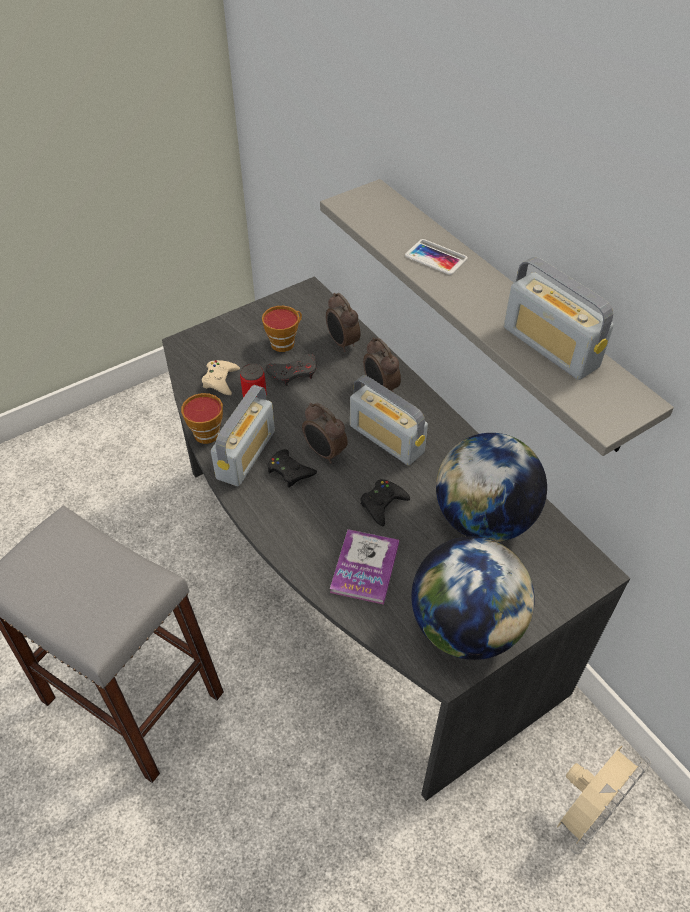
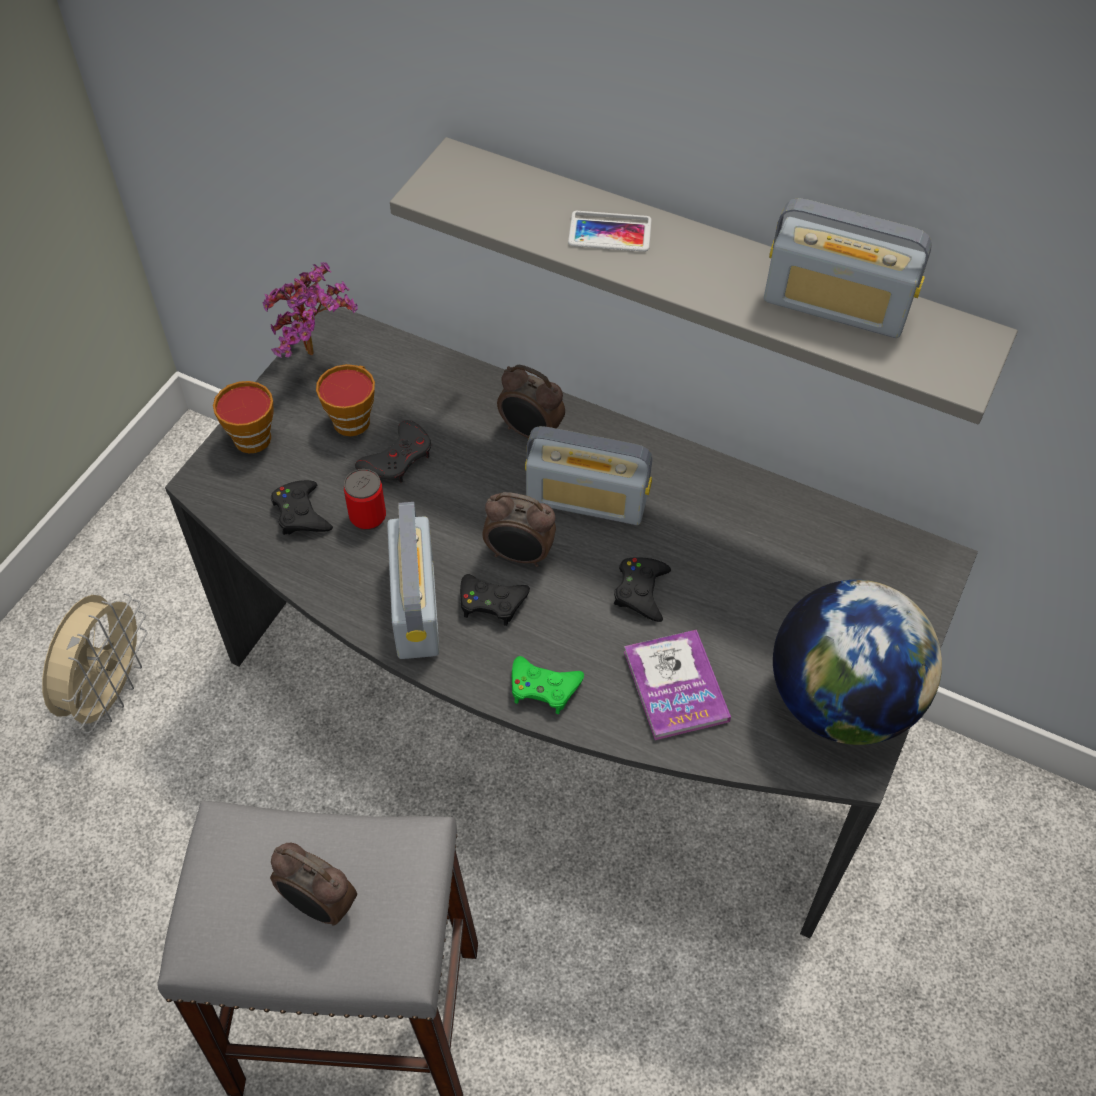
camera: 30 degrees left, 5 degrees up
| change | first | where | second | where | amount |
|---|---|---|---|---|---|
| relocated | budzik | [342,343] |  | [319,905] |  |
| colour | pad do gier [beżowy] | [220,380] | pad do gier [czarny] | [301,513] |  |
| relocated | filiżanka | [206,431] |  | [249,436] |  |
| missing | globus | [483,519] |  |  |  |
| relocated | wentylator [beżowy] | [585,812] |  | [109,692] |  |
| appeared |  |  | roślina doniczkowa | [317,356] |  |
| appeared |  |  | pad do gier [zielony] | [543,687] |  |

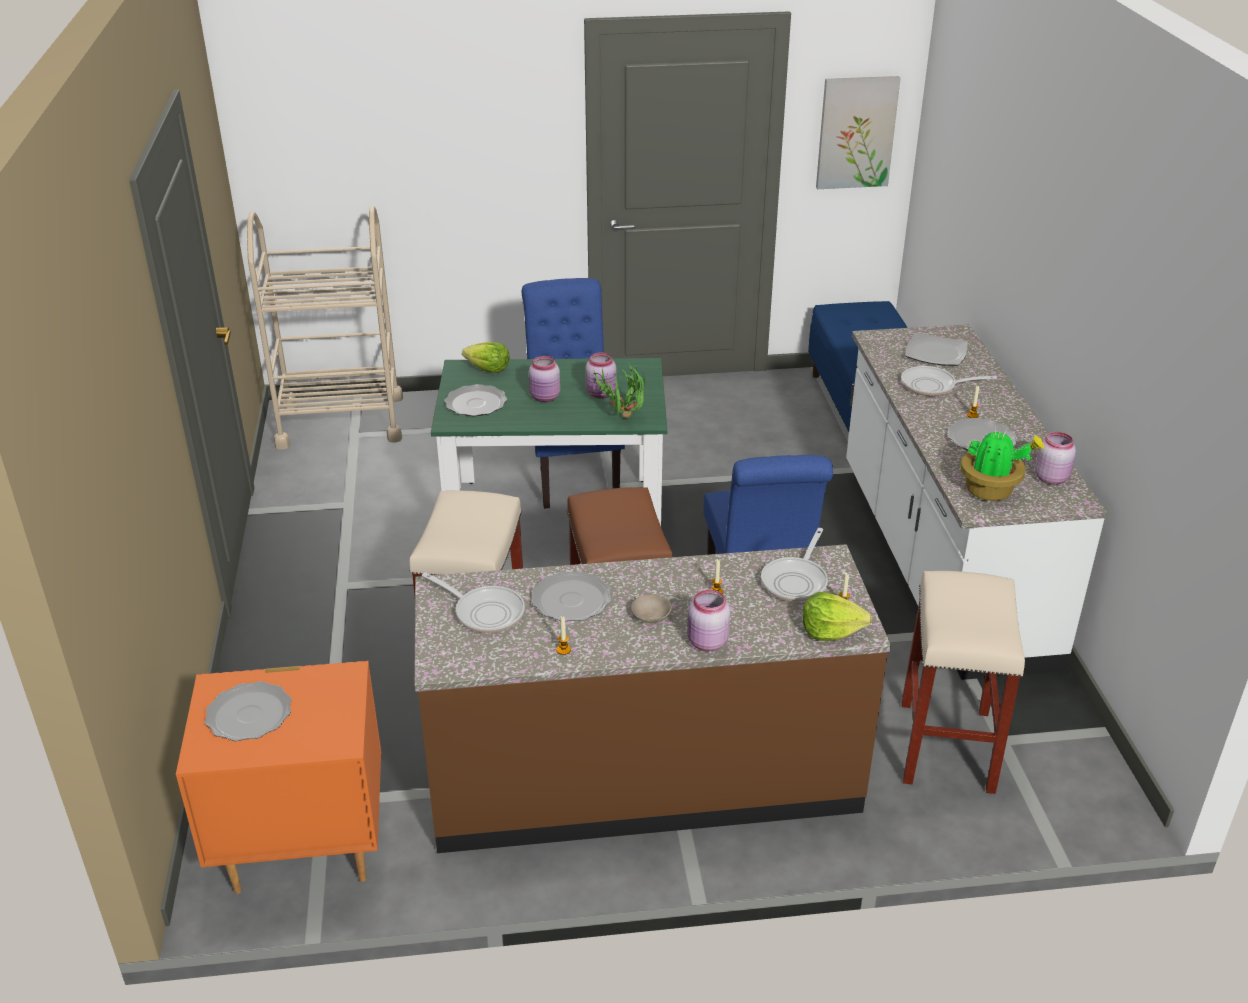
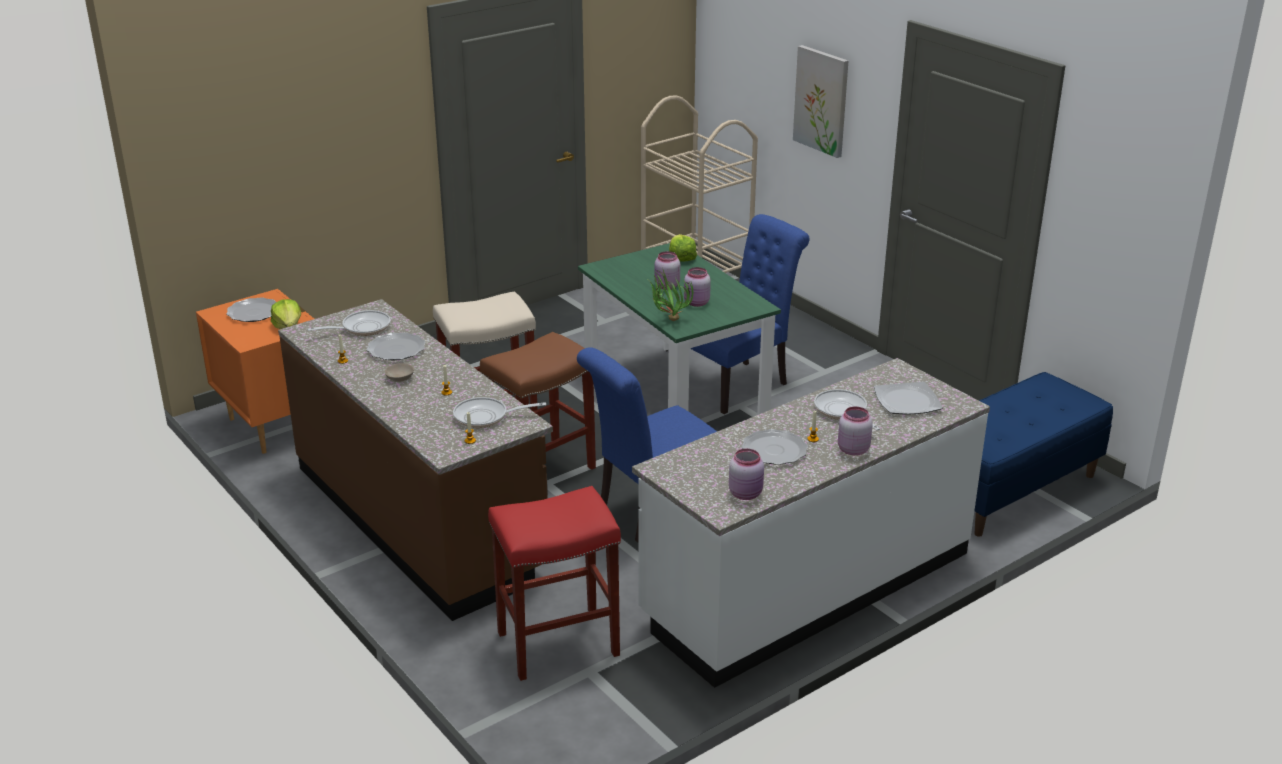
camera: 60 degrees right, 5 degrees down
| change | first | where | second | where | amount |
|---|---|---|---|---|---|
| relocated | obraz | [856,132] |  | [821,101] |  |
| missing | talerz | [476,403] |  |  |  |
| missing | roślina doniczkowa | [991,491] |  |  |  |
| colour | stołek [beżowy] | [947,748] | stołek [czerwony] | [556,645] |  |
| spun | patelnia | [485,612] |  | [362,328] | 120 degrees counterclockwise |
| relocated | słoik [różowy] | [706,643] |  | [852,450] |  |
| relocated | sałata | [830,630] |  | [288,326] |  |

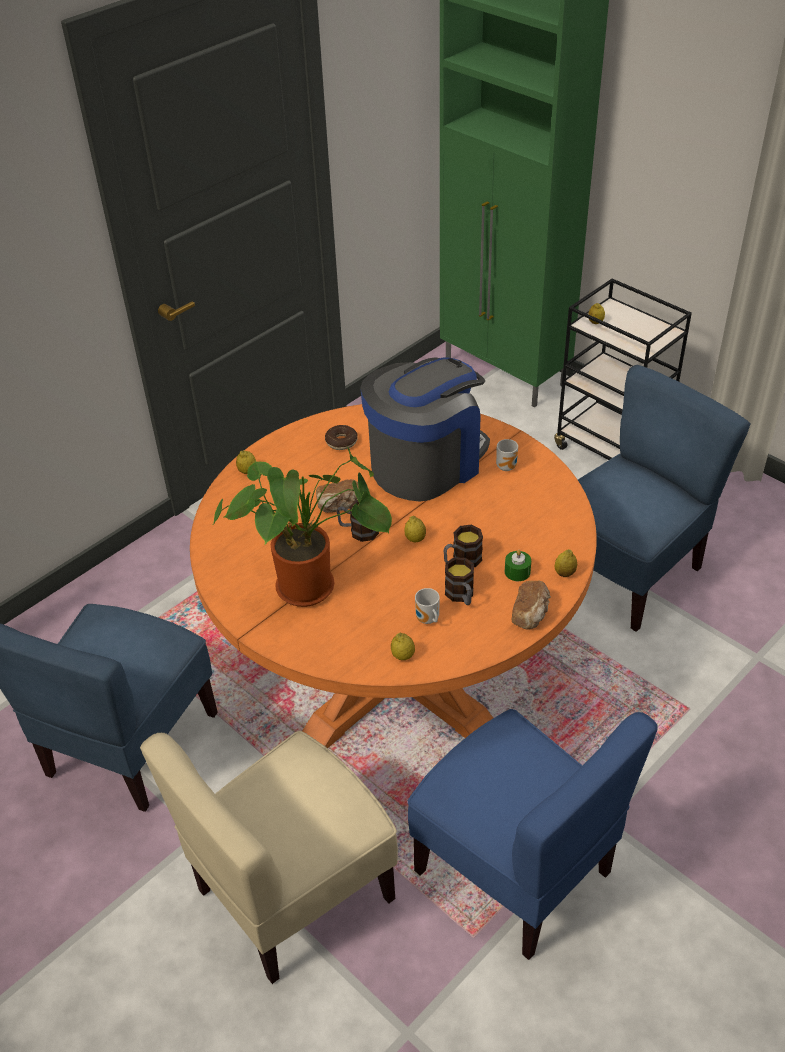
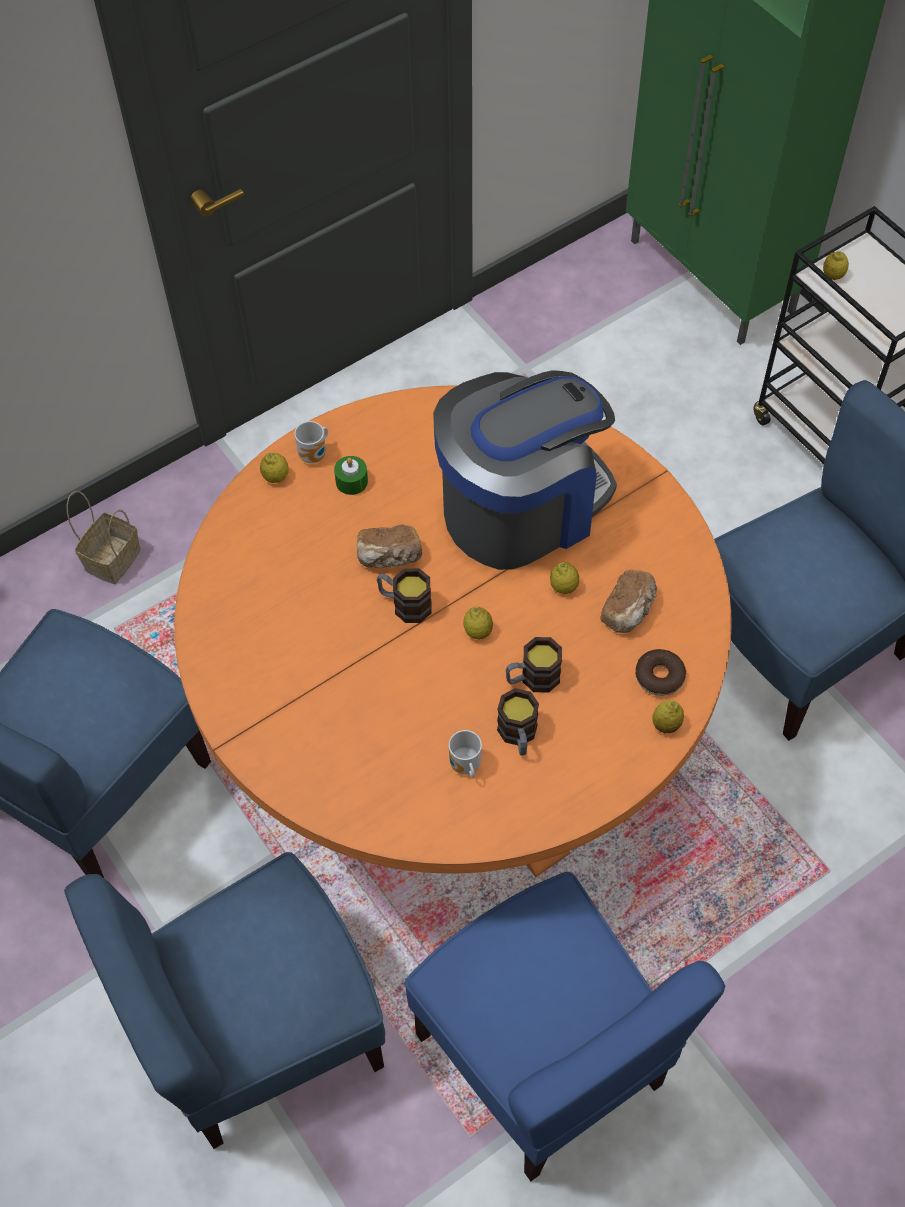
camera: 10 degrees right, 15 degrees up
| change | first | where | second | where | amount |
|---|---|---|---|---|---|
| relocated | donut | [341,442] |  | [659,676] |  |
| relocated | kubek | [508,467] |  | [315,455] |  |
| missing | roślina doniczkowa | [312,585] |  |  |  |
| relocated | świeca [zielony] | [517,572] |  | [351,481] |  |
| relocated | chleb | [531,613] |  | [629,610] |  |
| relocated | cytryna | [403,656] |  | [563,587] |  |
| colour | krzesło [beżowy] | [293,892] | krzesło [niebieski] | [261,1033] |  |
| appeared |  |  | koszyk | [113,557] |  |

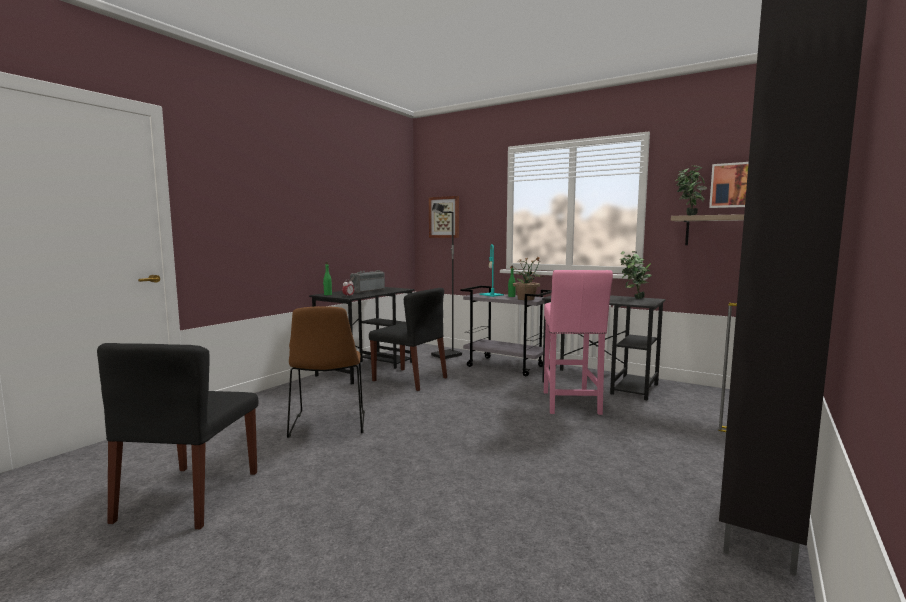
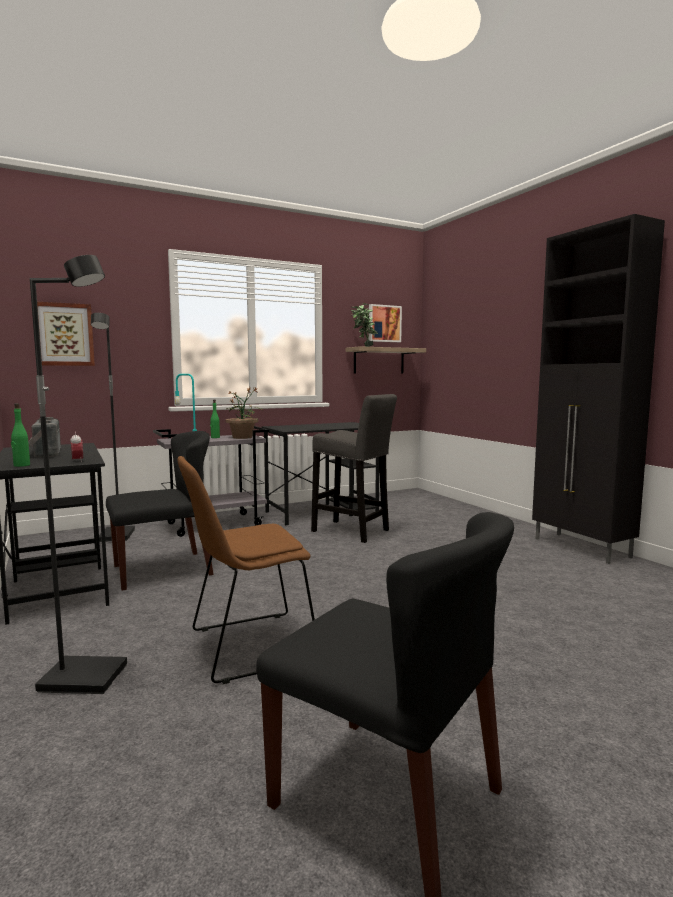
camera: 60 degrees left, 0 degrees up
| change | first | where | second | where | amount |
|---|---|---|---|---|---|
| missing | roślina doniczkowa | [633,298] |  |  |  |
| colour | stołek [różowy] | [570,404] | stołek [szary] | [353,532] |  |
| spun | krzesło [brązowy] | [328,425] |  | [247,647] | 135 degrees clockwise |
| appeared |  |  | lampa stojąca [czarny] | [85,677] |  |

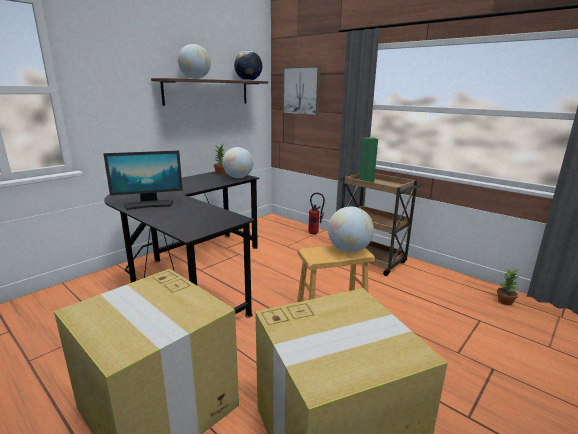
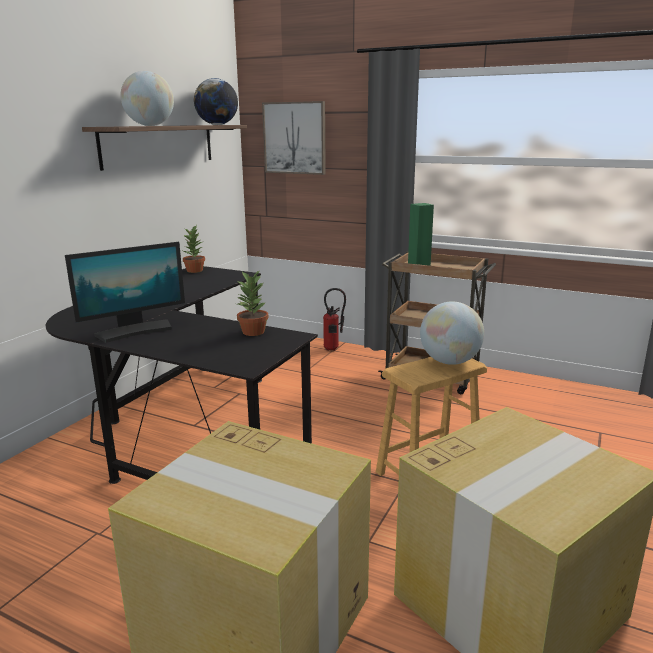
camera: 15 degrees left, 0 degrees up
| change | first | where | second | where | amount |
|---|---|---|---|---|---|
| missing | globus | [238,177] |  |  |  |
| relocated | roślina doniczkowa | [505,301] |  | [253,332] |  |

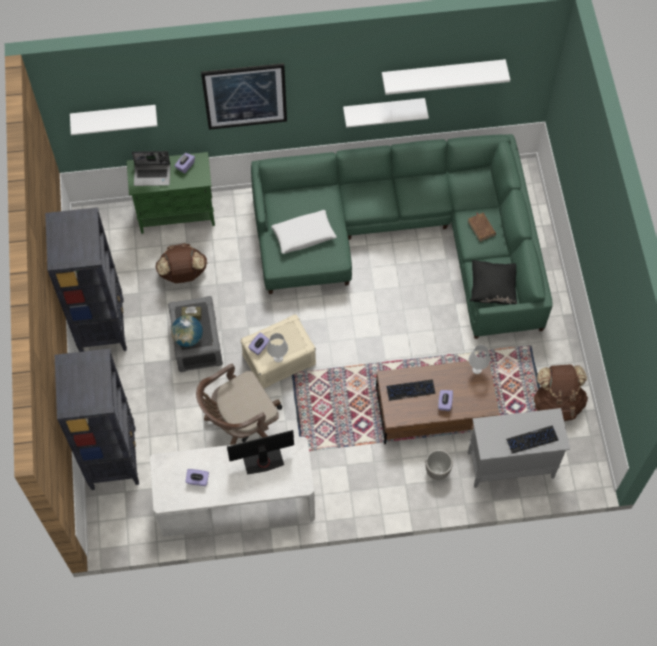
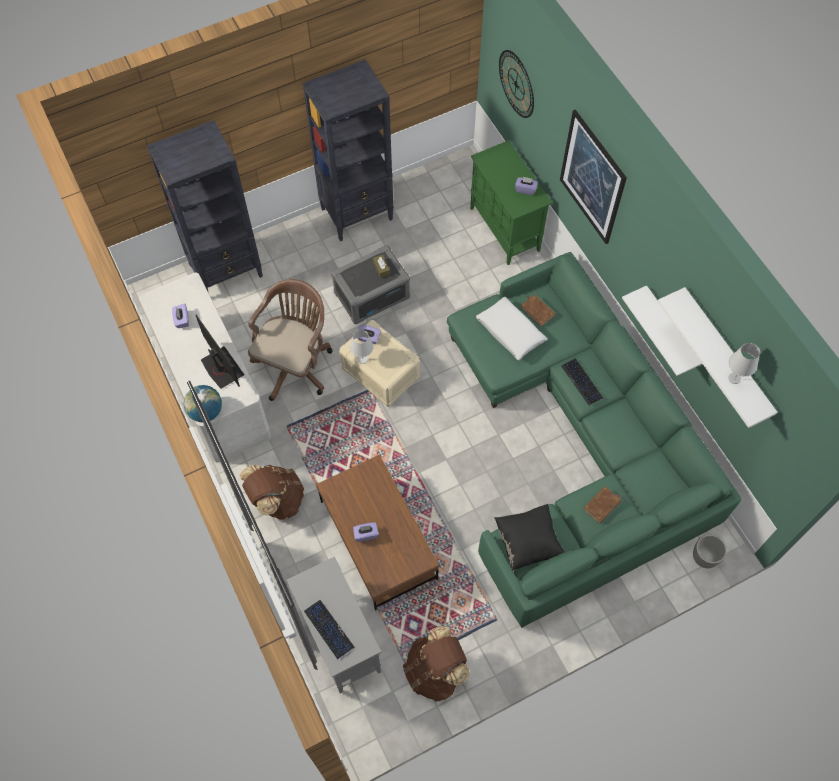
camera: 70 degrees right, 0 degrees up
| change | first | where | second | where | amount |
|---|---|---|---|---|---|
| exchanged | półka [biały] | [114,116] | zegar ścienny | [516,84] |  |
| missing | laptop | [152,175] |  |  |  |
| relocated | plecak [brązowy] | [183,274] |  | [276,499] |  |
| relocated | globus | [188,338] |  | [206,411] |  |
| relocated | lampa stołowa [biały] | [477,369] |  | [734,378] |  |
| spun | krzesło biurowe [brązowy] | [241,426] |  | [295,363] | 75 degrees clockwise |
| relocated | klawiatura | [410,390] |  | [582,382] |  |
| relocated | donica | [437,471] |  | [704,557] |  |
| appeared |  |  | książka [brązowy] | [537,311] |  |

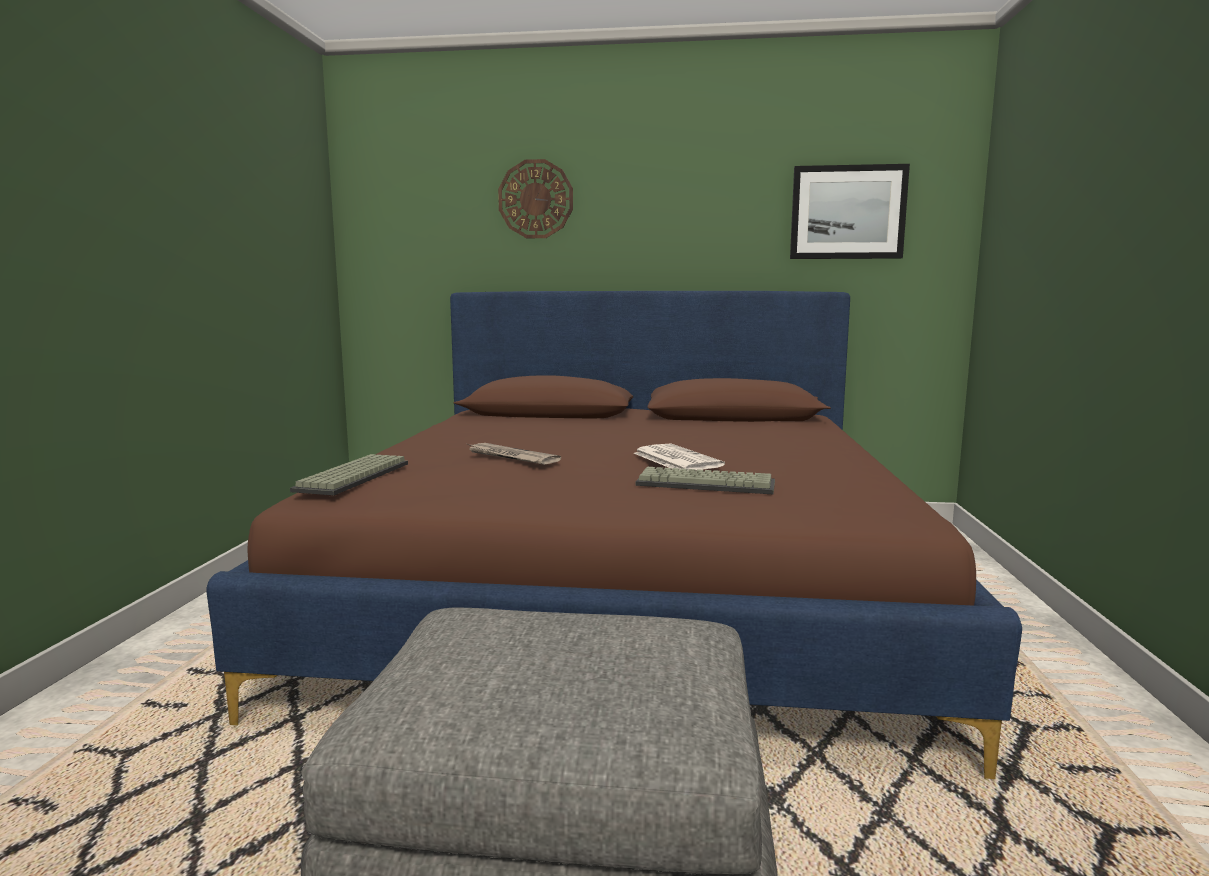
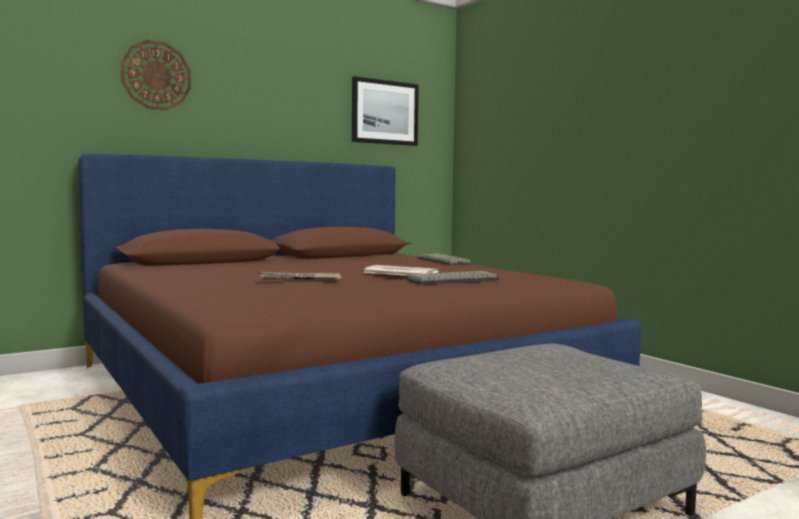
camera: 40 degrees left, 5 degrees down
| change | first | where | second | where | amount |
|---|---|---|---|---|---|
| relocated | klawiatura | [354,477] |  | [445,261] |  |

